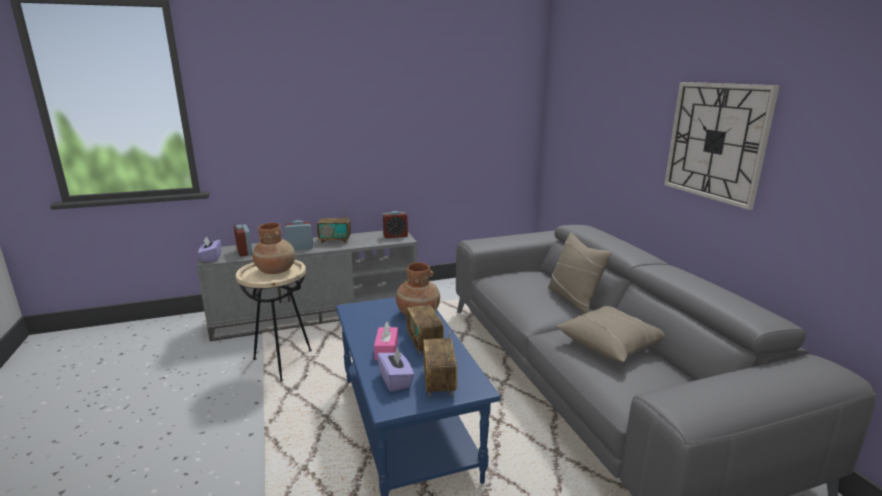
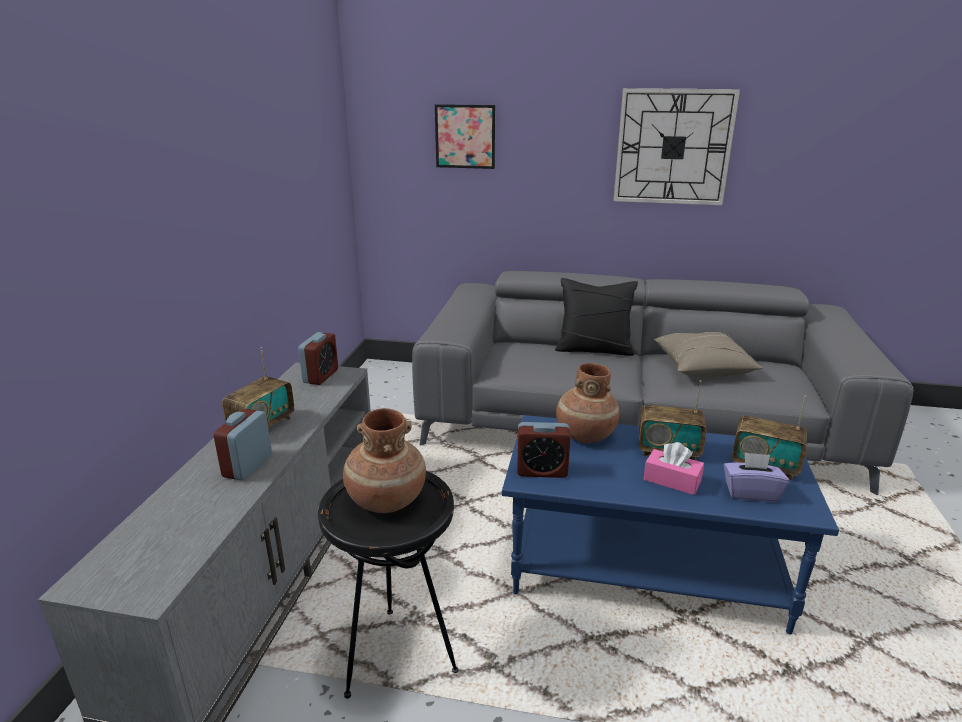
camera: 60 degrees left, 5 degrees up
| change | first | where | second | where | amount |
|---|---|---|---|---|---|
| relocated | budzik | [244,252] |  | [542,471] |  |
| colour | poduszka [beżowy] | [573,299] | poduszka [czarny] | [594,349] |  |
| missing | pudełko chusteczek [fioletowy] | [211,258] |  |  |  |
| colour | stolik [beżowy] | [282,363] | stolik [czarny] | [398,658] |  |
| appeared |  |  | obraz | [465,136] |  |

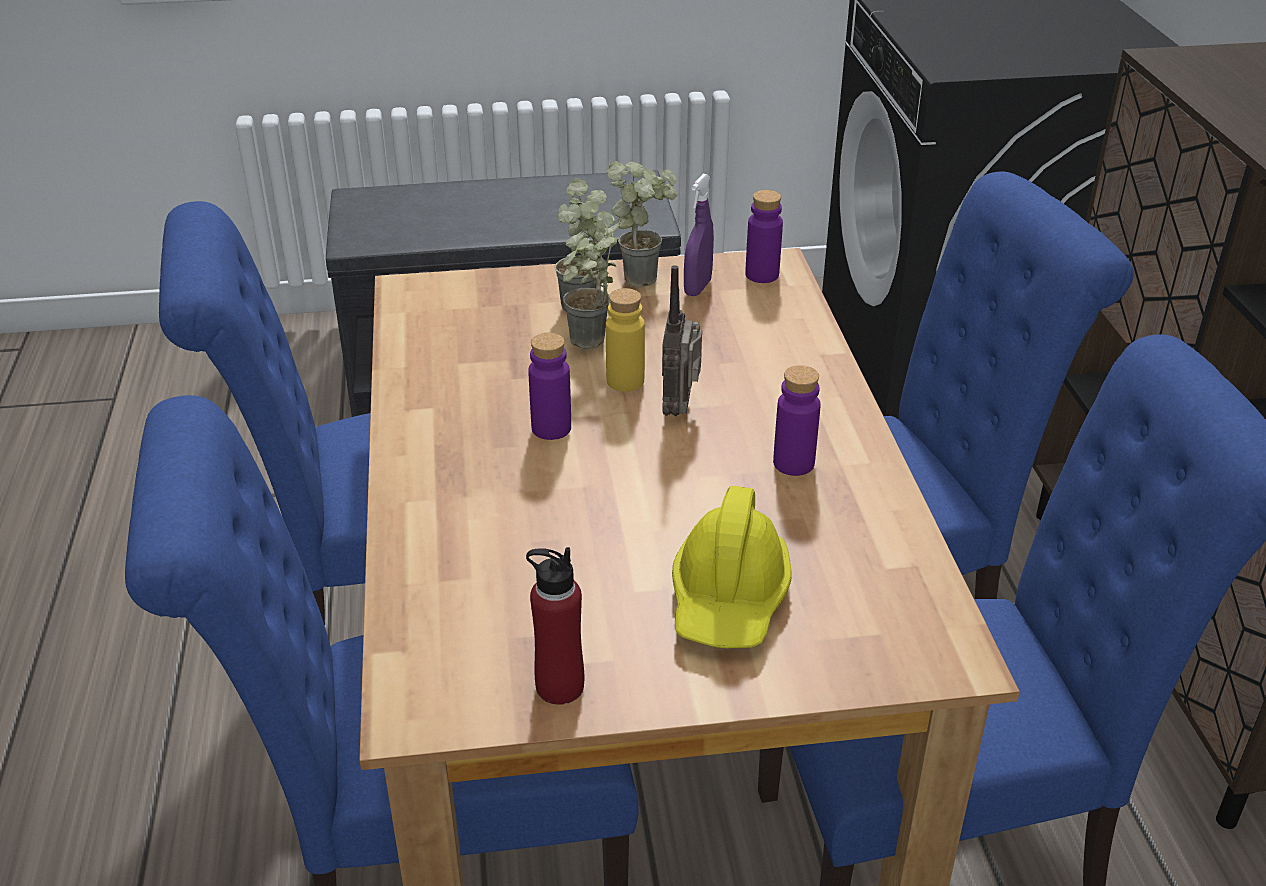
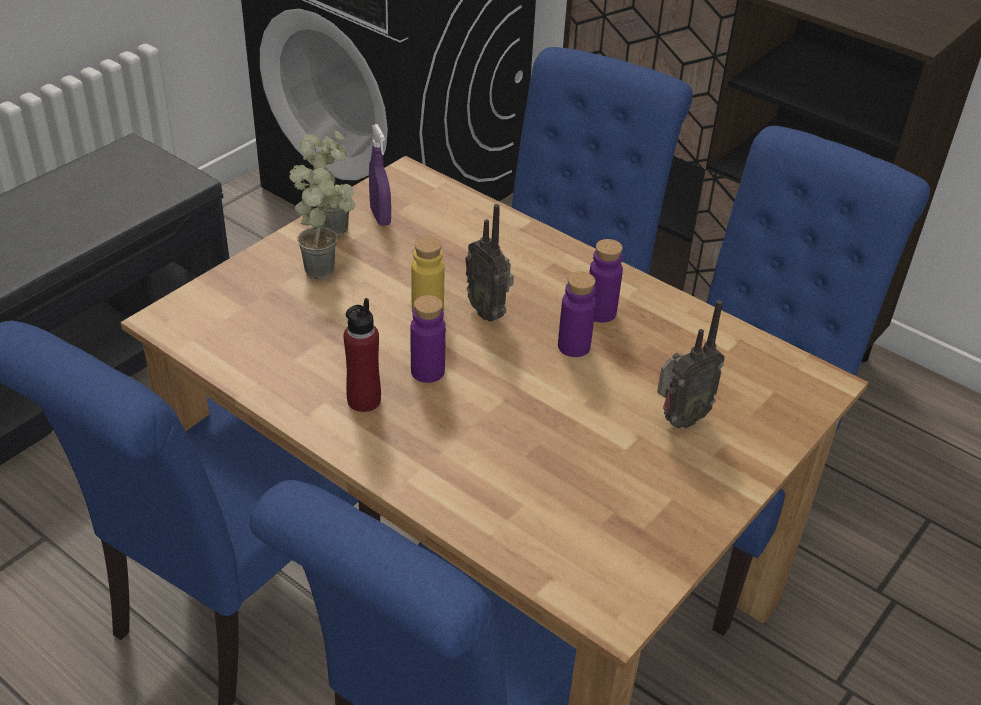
camera: 45 degrees left, 5 degrees up
| change | first | where | second | where | amount |
|---|---|---|---|---|---|
| relocated | butelka [fioletowy] | [762,275] |  | [574,346] |  |
| missing | roślina doniczkowa | [589,347] |  |  |  |
| exchanged | kask [żółty] | [729,598] | radio | [679,419] |  |
| relocated | butelka [czerwony] | [559,686] |  | [363,400] |  |

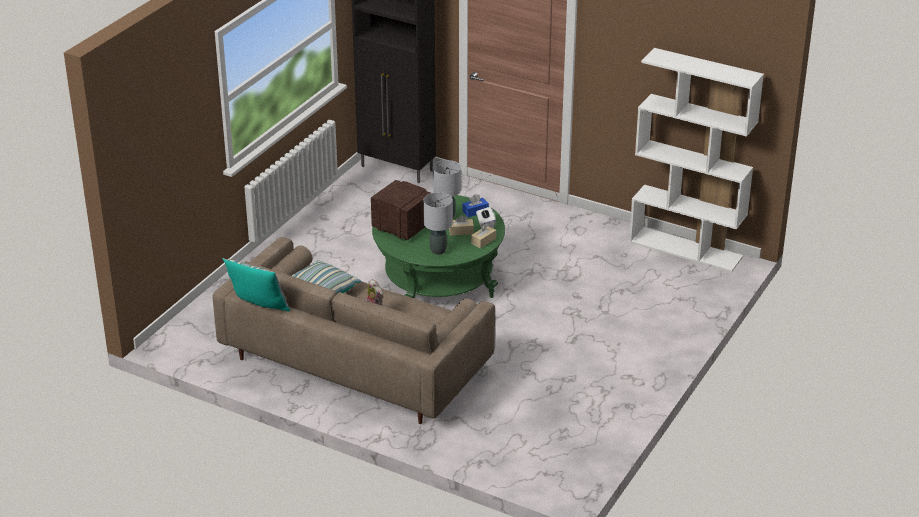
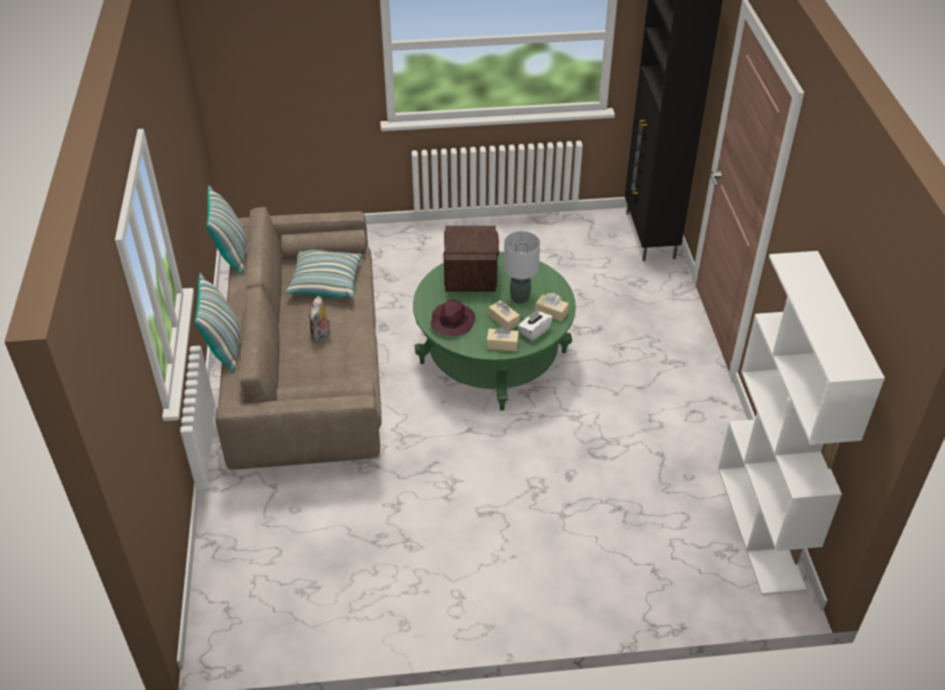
camera: 55 degrees right, 10 degrees up
| change | first | where | second | where | amount |
|---|---|---|---|---|---|
| exchanged | lampa stołowa [szary] | [438,250] | kapelusz [fioletowy] | [452,321] |  |
| colour | pudełko chusteczek [niebieski] | [475,211] | pudełko chusteczek [beżowy] | [551,312] |  |
| appeared |  |  | poduszka | [224,348] |  |

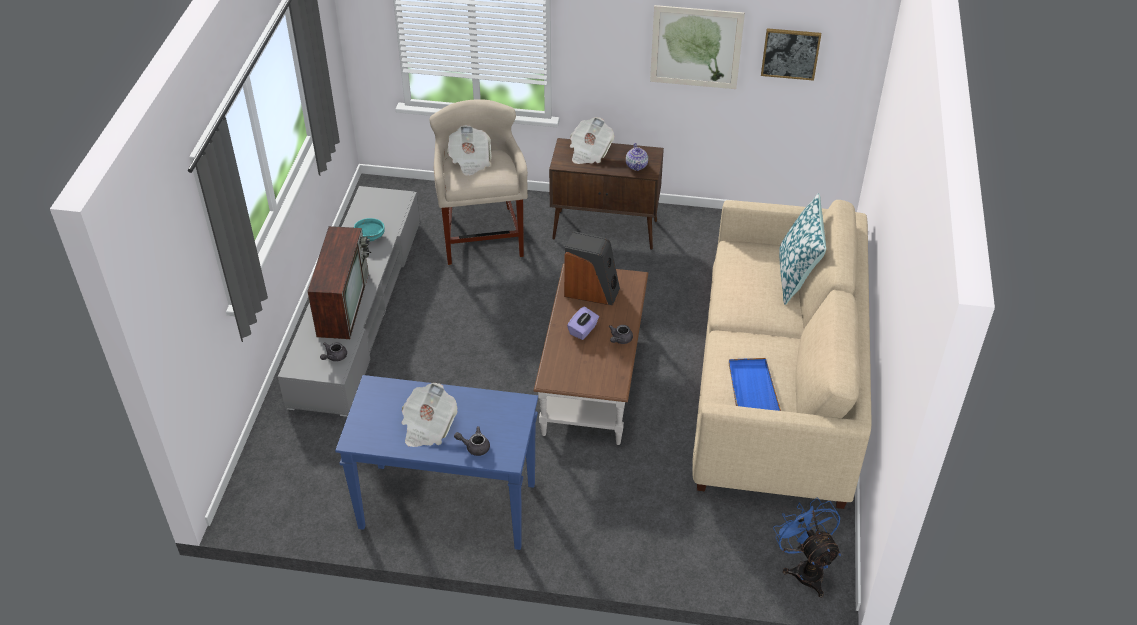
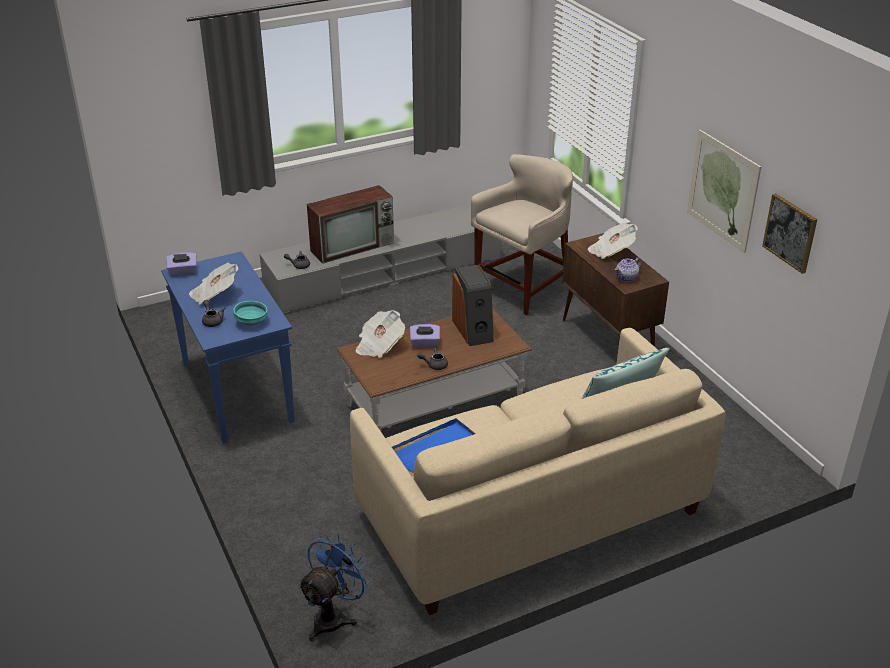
camera: 55 degrees right, 10 degrees down
| change | first | where | second | where | amount |
|---|---|---|---|---|---|
| relocated | gazeta | [470,161] |  | [379,345] |  |
| relocated | miska [turkusowy] | [370,237] |  | [252,322] |  |
| appeared |  |  | pudełko chusteczek [fioletowy] | [183,272] |  |

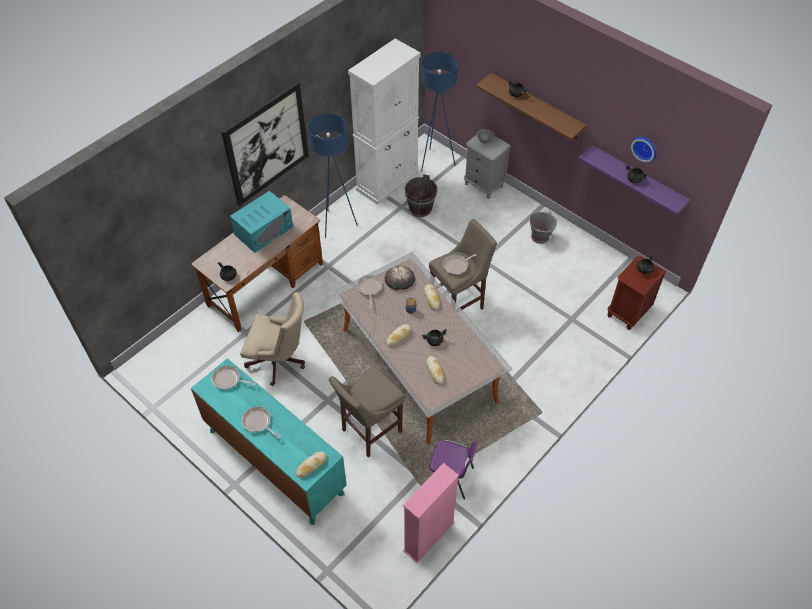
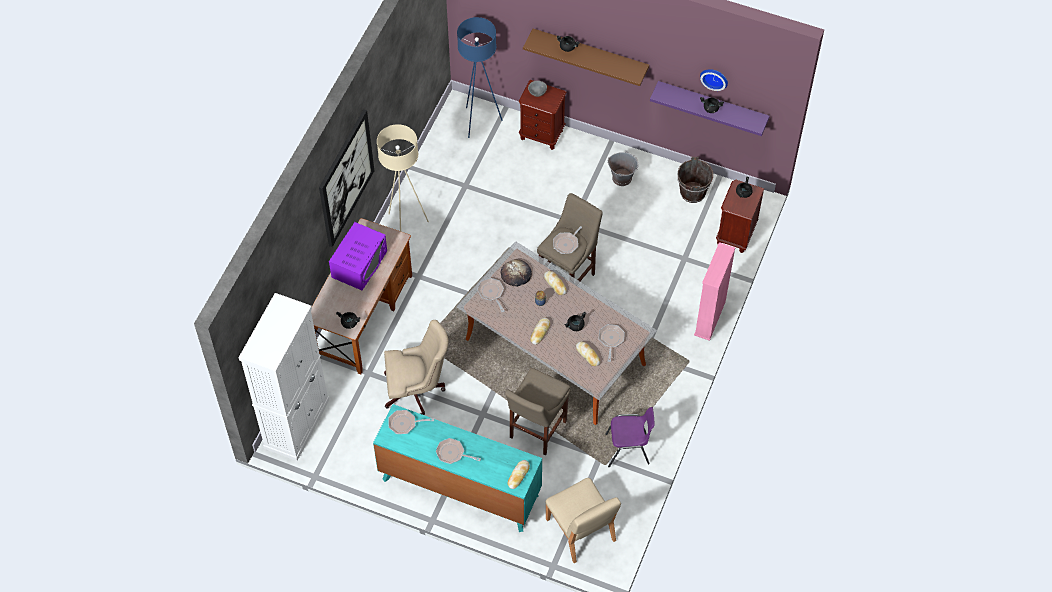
camera: 20 degrees left, 5 degrees up
| change | first | where | second | where | amount |
|---|---|---|---|---|---|
| relocated | szafka [biały] | [387,181] |  | [297,423] |  |
| colour | lampa stojąca [niebieski] | [336,224] | lampa stojąca [beżowy] | [405,226] |  |
| colour | szafka nocna [szary] | [484,185] | szafka nocna [brązowy] | [541,134] |  |
| relocated | wiadro [brązowy] | [420,209] |  | [693,193] |  |
| colour | mikrofalówka [turkusowy] | [264,230] | mikrofalówka [fioletowy] | [359,264] |  |
| relocated | regał [różowy] | [428,537] |  | [710,318] |  |
| appeared |  |  | patelnia | [611,340] |  |
| appeared |  |  | krzesło [beżowy] | [580,530] |  |

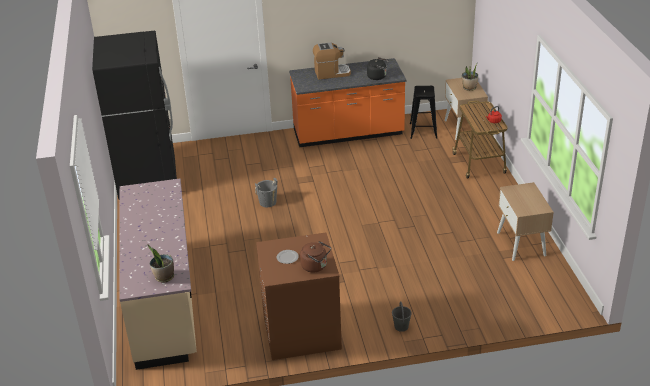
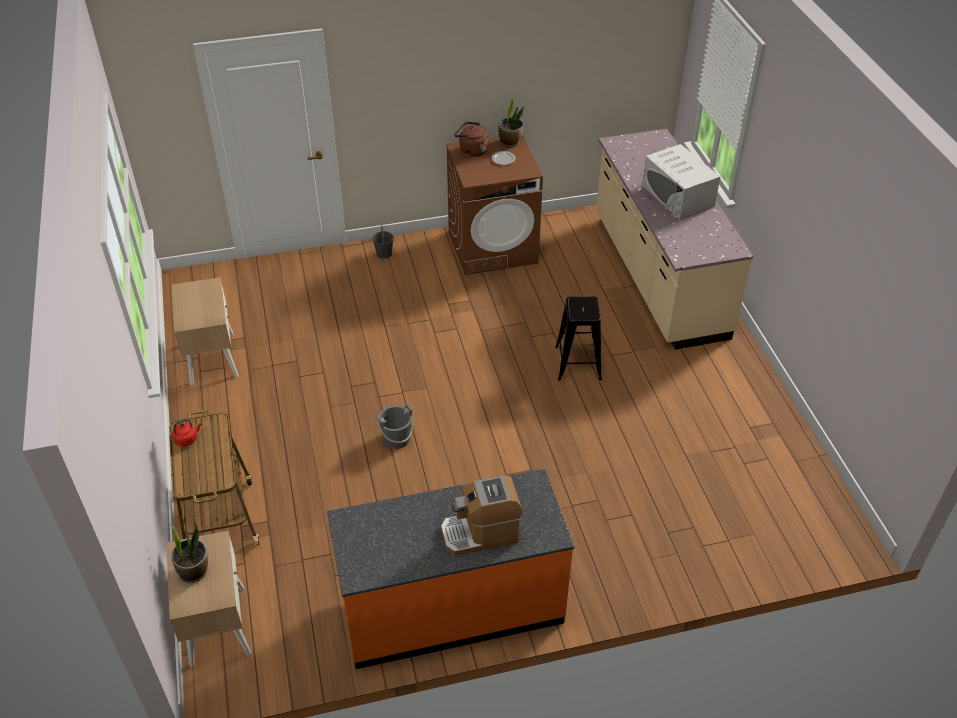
camera: 175 degrees right, 10 degrees up
| change | first | where | second | where | amount |
|---|---|---|---|---|---|
| missing | lodówka [czarny] | [148,180] |  |  |  |
| missing | czajnik [czarny] | [378,77] |  |  |  |
| relocated | stołek [czarny] | [423,131] |  | [578,363] |  |
| relocated | wiadro [szary] | [267,202] |  | [396,439] |  |
| relocated | roślina doniczkowa | [164,277] |  | [510,142] |  |
| appeared |  |  | mikrofalówka [biały] | [677,196] |  |

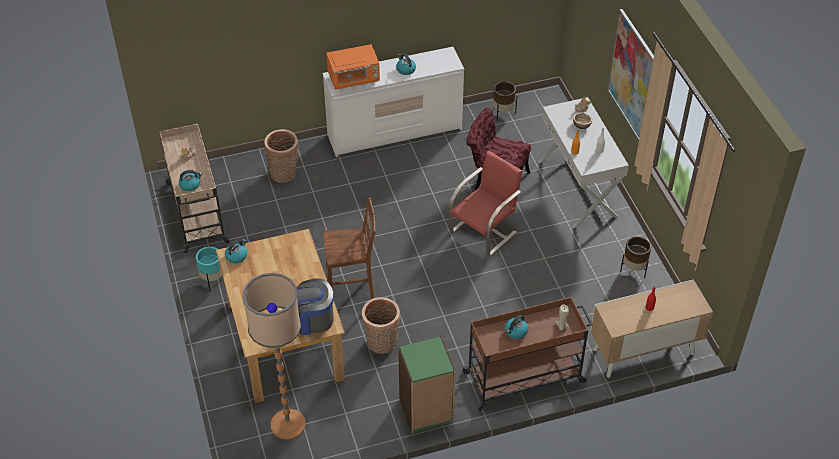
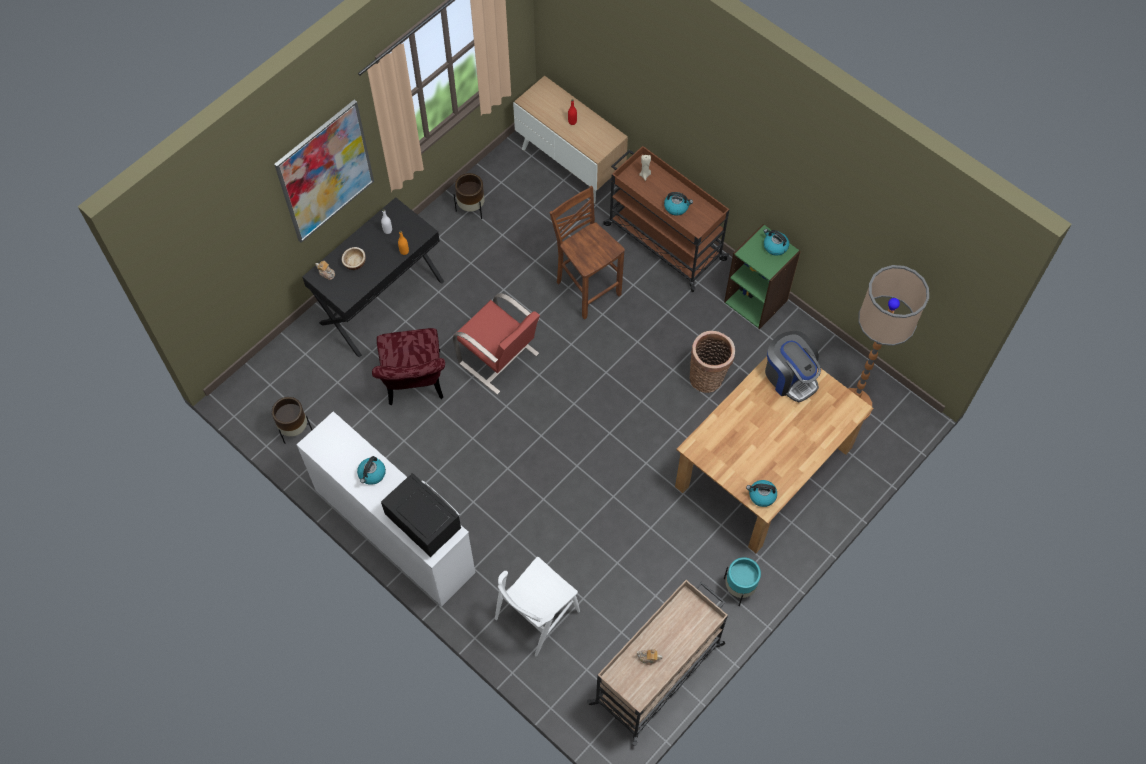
camera: 120 degrees left, 15 degrees up
| change | first | where | second | where | amount |
|---|---|---|---|---|---|
| colour | mikrofalówka [pomarańczowy] | [354,79] | mikrofalówka [czarny] | [423,522] |  |
| colour | stolik konsolowy [biały] | [578,188] | stolik konsolowy [czarny] | [381,301] |  |
| exchanged | koszyk | [284,174] | krzesło [biały] | [536,615] |  |
| spun | krzesło [czerwony] | [484,231] |  | [499,359] | 150 degrees counterclockwise |
| relocated | czajnik | [190,185] |  | [775,246] |  |
| relocated | stołek [brązowy] | [352,292] |  | [587,288] |  |

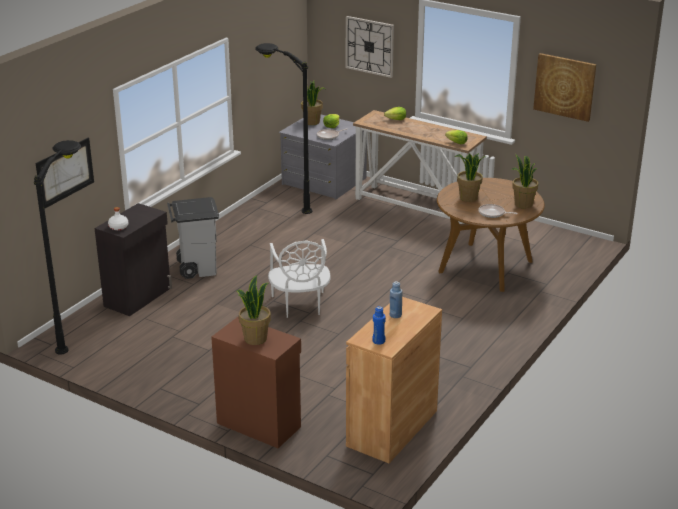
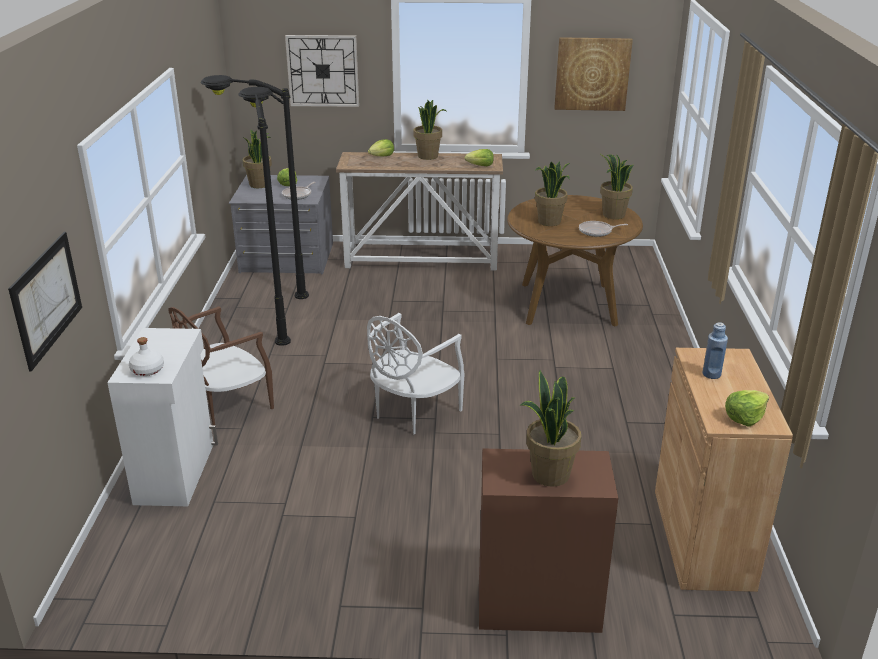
camera: 30 degrees left, 0 degrees up
| change | first | where | second | where | amount |
|---|---|---|---|---|---|
| relocated | lampa stojąca [czarny] | [81,329] |  | [278,319] |  |
| exchanged | kosz na śmieci [szary] | [196,268] | krzesło [brązowy] | [225,405] |  |
| colour | szafka [czarny] | [139,297] | szafka [biały] | [177,472] |  |
| spun | krzesło [biały] | [300,305] |  | [413,412] | 75 degrees clockwise |
| exchanged | butelka [niebieski] | [378,341] | sałata | [744,417] |  |
| appeared |  |  | roślina doniczkowa | [428,156] |  |

